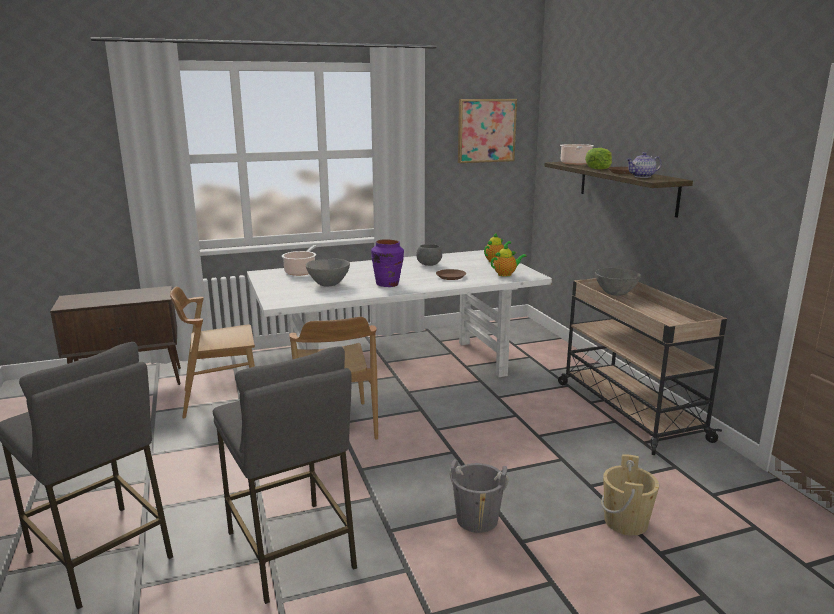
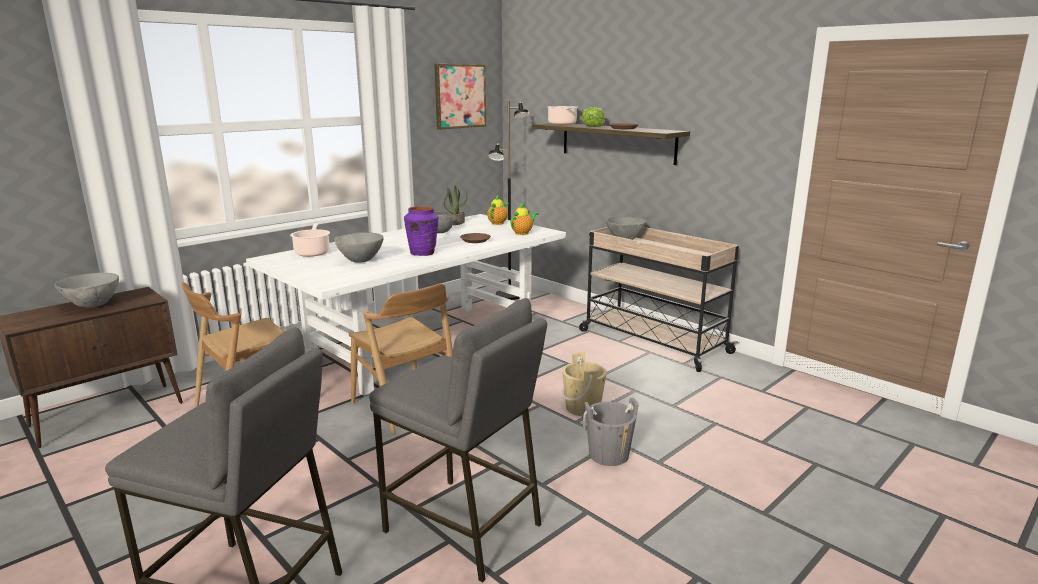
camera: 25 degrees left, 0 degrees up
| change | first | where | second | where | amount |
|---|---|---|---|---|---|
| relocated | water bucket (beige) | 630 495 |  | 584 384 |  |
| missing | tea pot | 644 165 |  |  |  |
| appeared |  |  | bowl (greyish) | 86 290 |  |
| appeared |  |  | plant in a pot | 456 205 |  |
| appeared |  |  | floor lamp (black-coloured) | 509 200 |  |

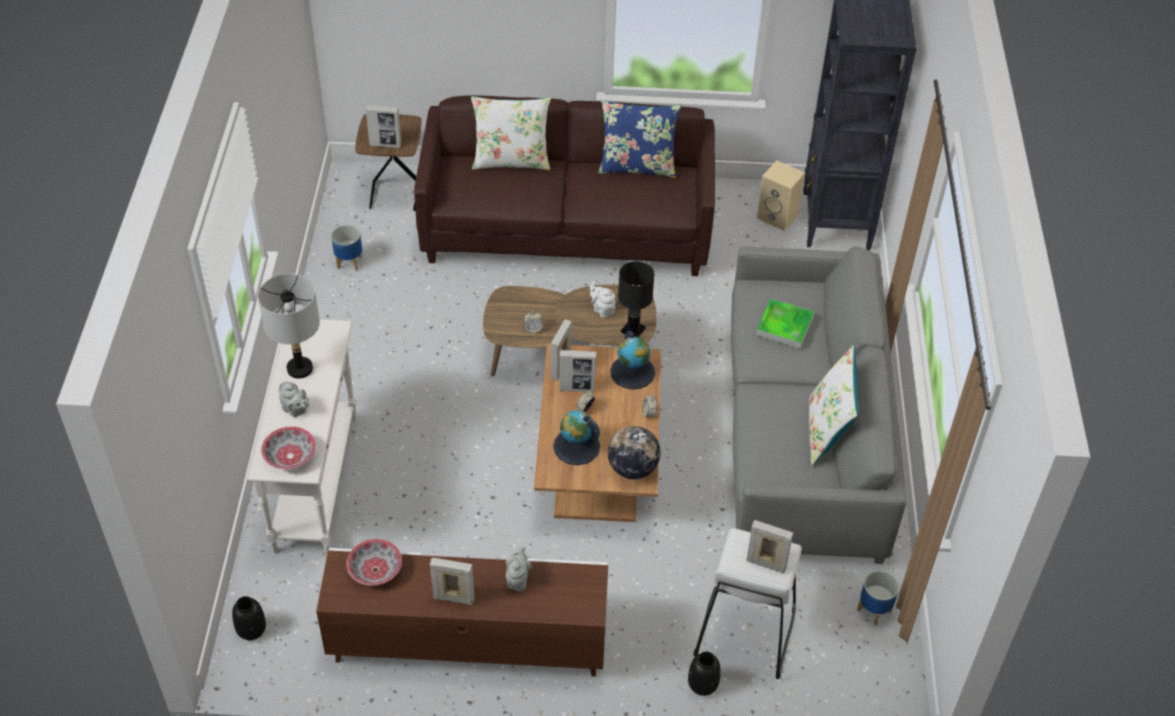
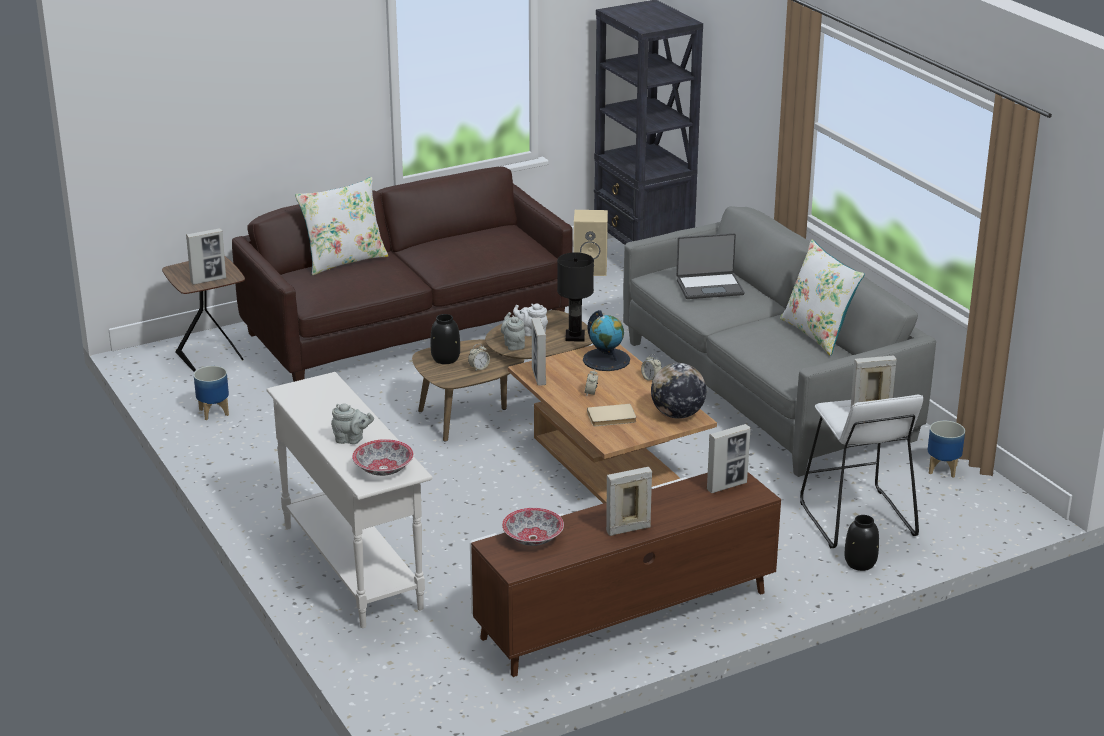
camera: 30 degrees left, 20 degrees down
| change | first | where | second | where | amount |
|---|---|---|---|---|---|
| relocated | vase (black-coloured) | 249 618 |  | 445 339 |  |
| missing | tabletop lamp (greyish) | 289 326 |  |  |  |
| relocated | tea pot (greyish) | 519 569 |  | 513 331 |  |
| exchanged | globe | 576 437 | bound book (beige) | 611 415 |  |
| relocated | photo frame | 577 371 |  | 729 458 |  |
| missing | throw pillow (blue-coloured) | 639 139 |  |  |  |
| exchanged | carrying tray | 785 324 | portable computer | 710 266 |  |

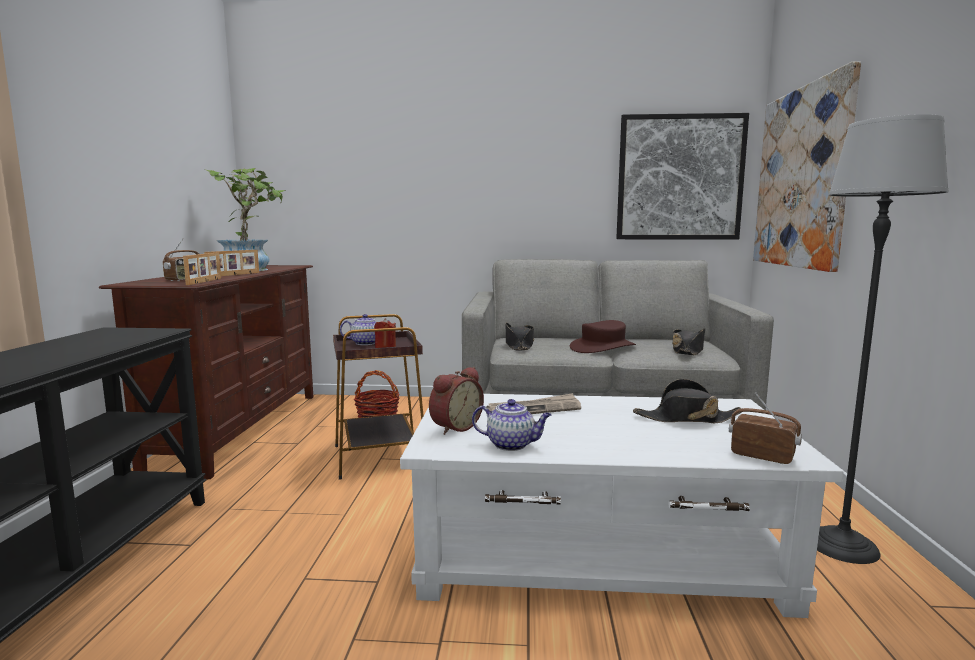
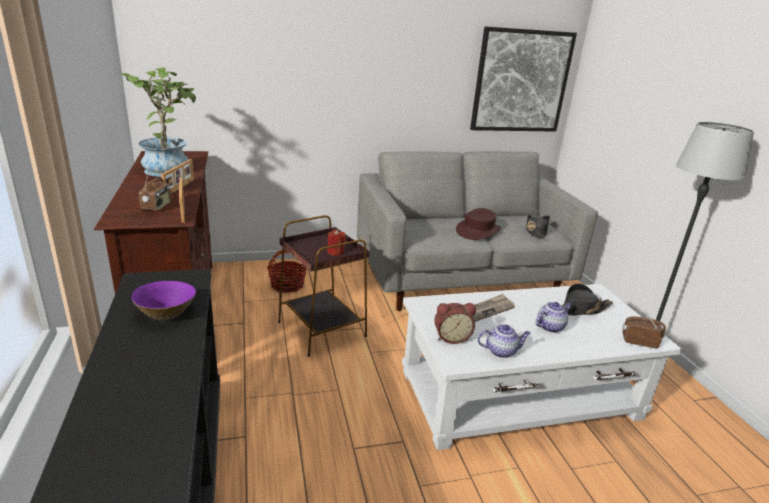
camera: 20 degrees left, 15 degrees up
| change | first | where | second | where | amount |
|---|---|---|---|---|---|
| relocated | tea pot | 364 329 |  | 554 317 |  |
| spun | table clock | 456 401 |  | 455 323 | 60 degrees clockwise |
| missing | hat (black-coloured) | 519 336 |  |  |  |
| missing | wall art | 807 167 |  |  |  |
| appeared |  |  | bowl (purple) | 164 301 |  |

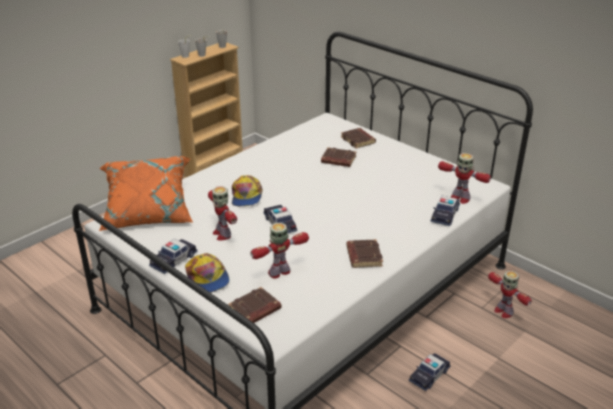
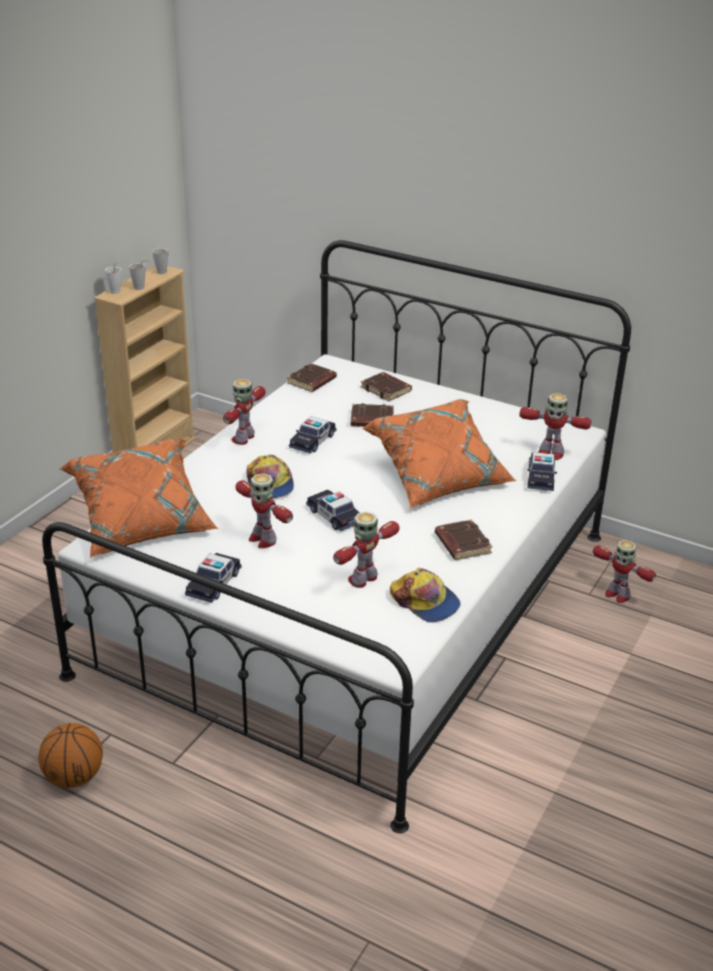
camera: 15 degrees left, 0 degrees up
| change | first | where | second | where | amount |
|---|---|---|---|---|---|
| relocated | baseball cap | 207 273 |  | 425 595 |  |
| relocated | bound book (brownish) | 255 305 |  | 312 377 |  |
| relocated | toy car | 430 372 |  | 313 435 |  |
| appeared |  |  | basketball | 70 755 |  |
| appeared |  |  | robot figure | 244 412 |  |
| appeared |  |  | throw pillow (orange) | 439 453 |  |

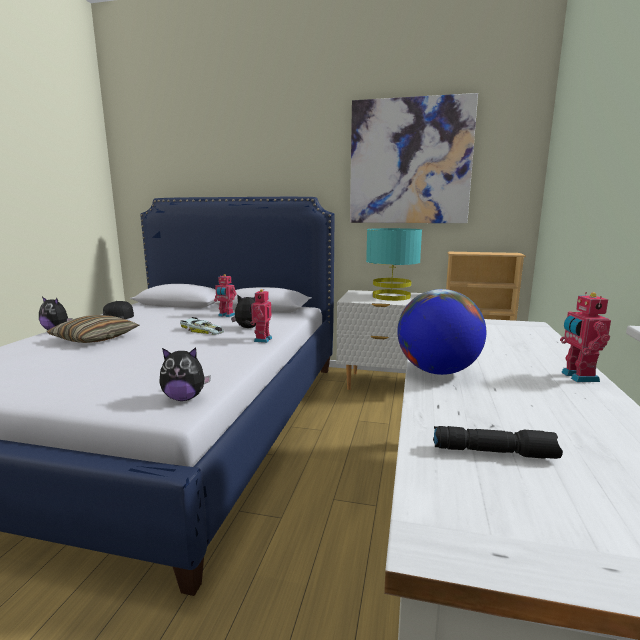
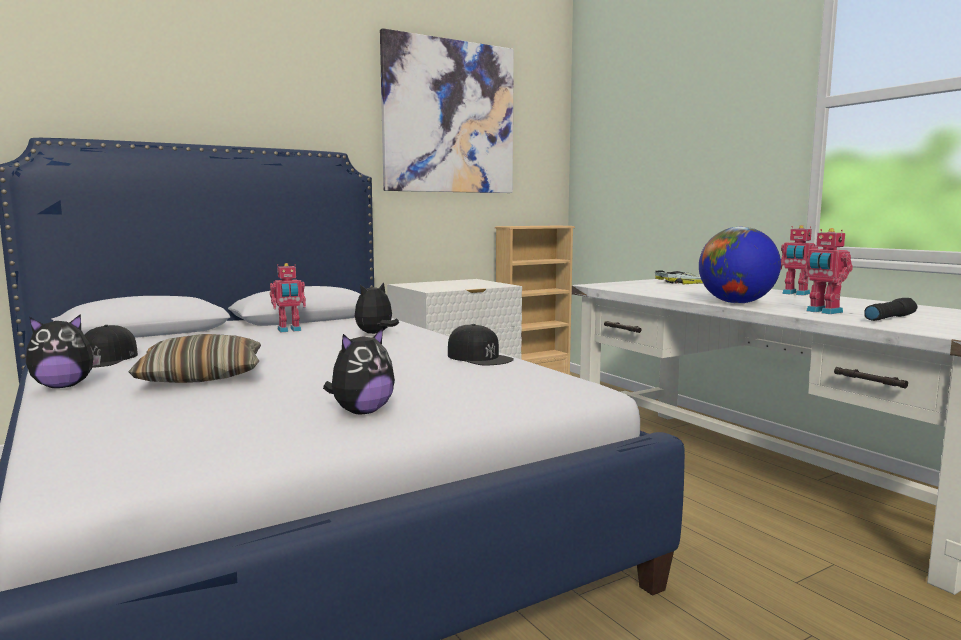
camera: 45 degrees left, 5 degrees down
| change | first | where | second | where | amount |
|---|---|---|---|---|---|
| relocated | soft toy | 185 374 |  | 359 371 |  |
| relocated | toy car | 202 326 |  | 679 277 |  |
| relocated | robot figure | 260 316 |  | 827 271 |  |
| missing | tabletop lamp (turquoise) | 394 264 |  |  |  |
| appeared |  |  | baseball cap (black-coloured) | 481 345 |  |

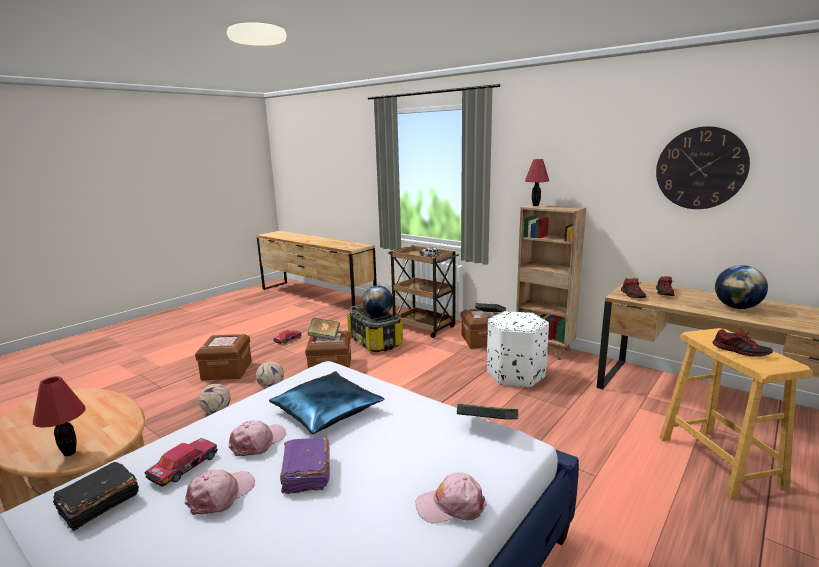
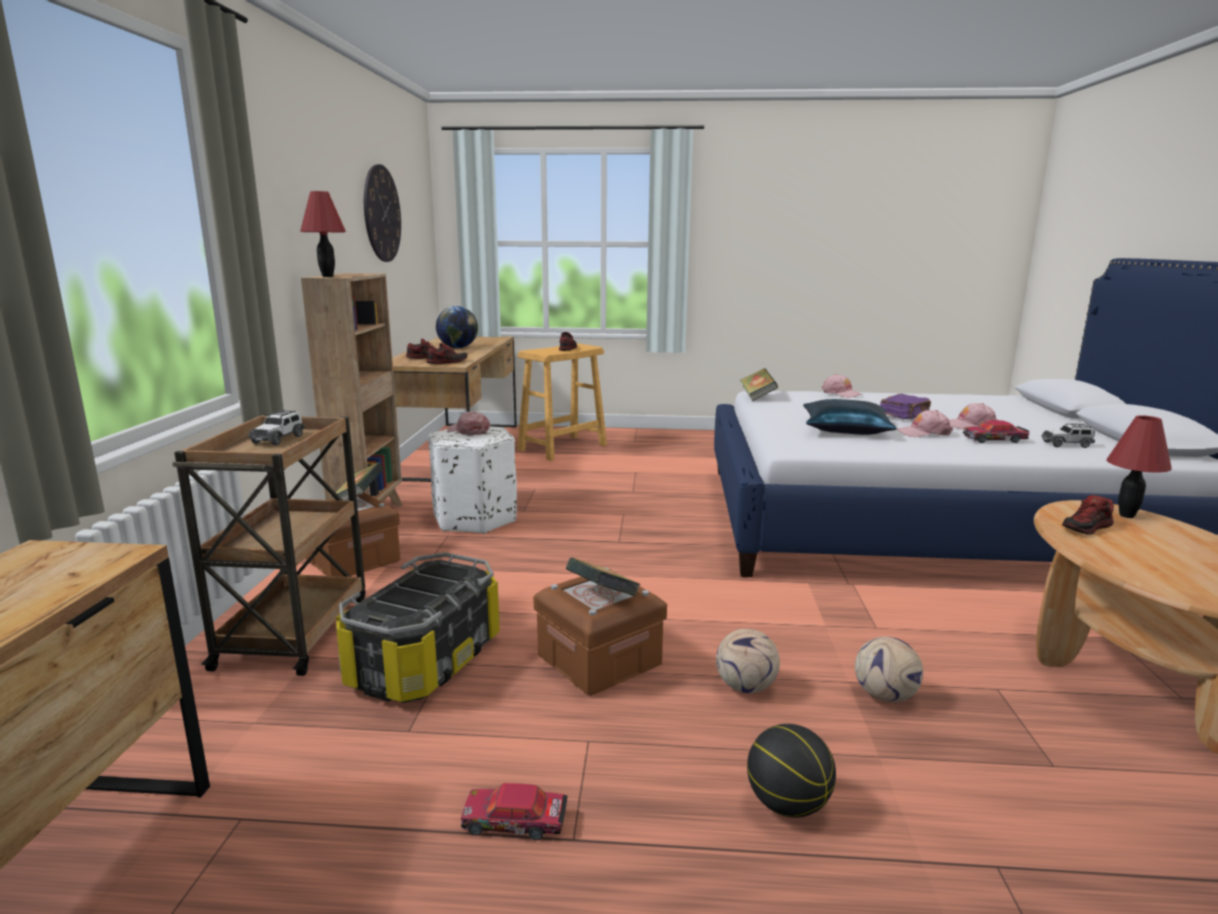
camera: 125 degrees left, 0 degrees up
| change | first | where | second | where | amount |
|---|---|---|---|---|---|
| exchanged | bound book (black-coloured) | 95 496 | toy car | 1068 436 |  |
| exchanged | storage bin (brownish) | 223 357 | basketball | 791 771 |  |
| missing | globe | 377 301 |  |  |  |
| appeared |  |  | baseball cap (pinkish) | 468 423 |  |
| appeared |  |  | shoe | 1088 515 |  |

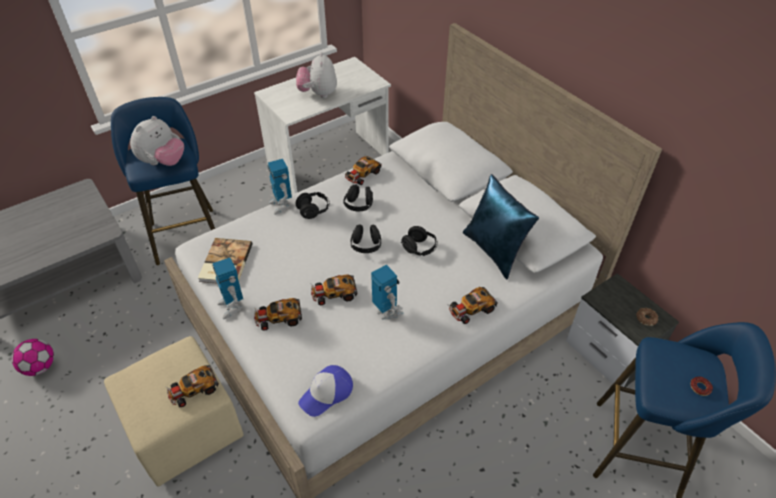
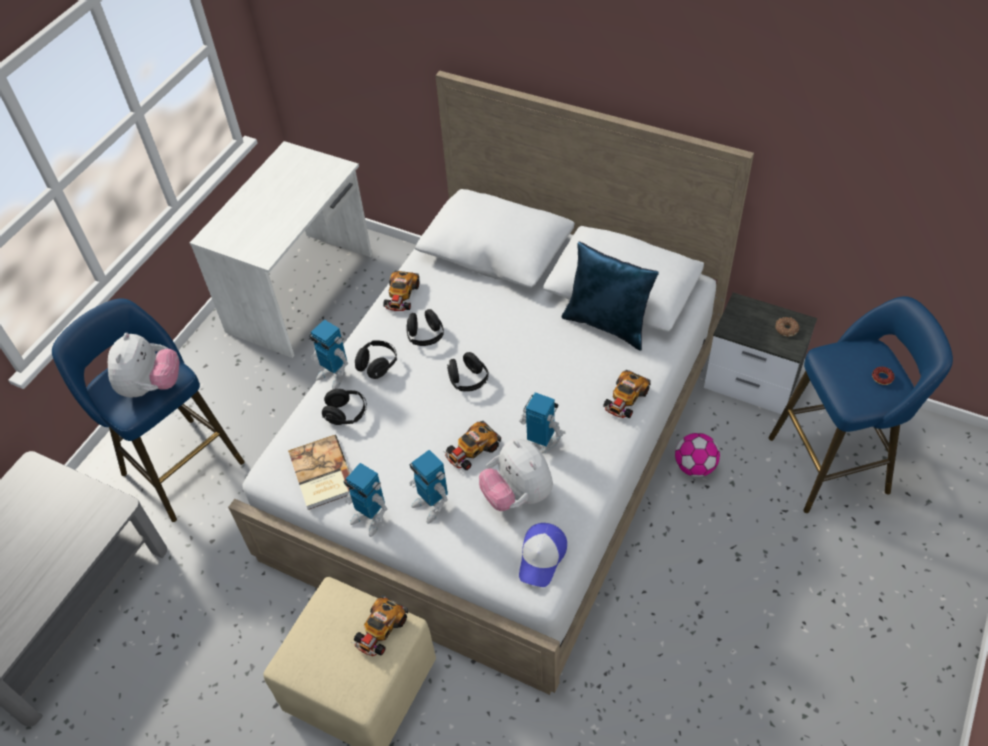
camera: 25 degrees left, 5 degrees up
| change | first | where | second | where | amount |
|---|---|---|---|---|---|
| relocated | football ball | 33 357 |  | 697 455 |  |
| exchanged | toy car | 278 314 | robot figure | 429 487 |  |
| relocated | soft toy | 316 75 |  | 516 475 |  |
| relocated | pair of headphones (black-coloured) | 419 241 |  | 344 407 |  |

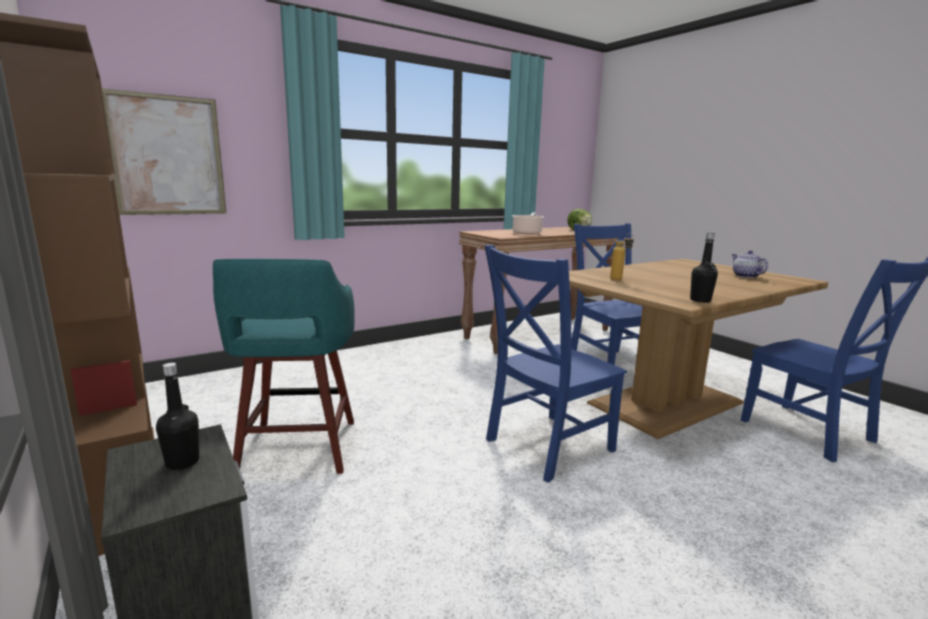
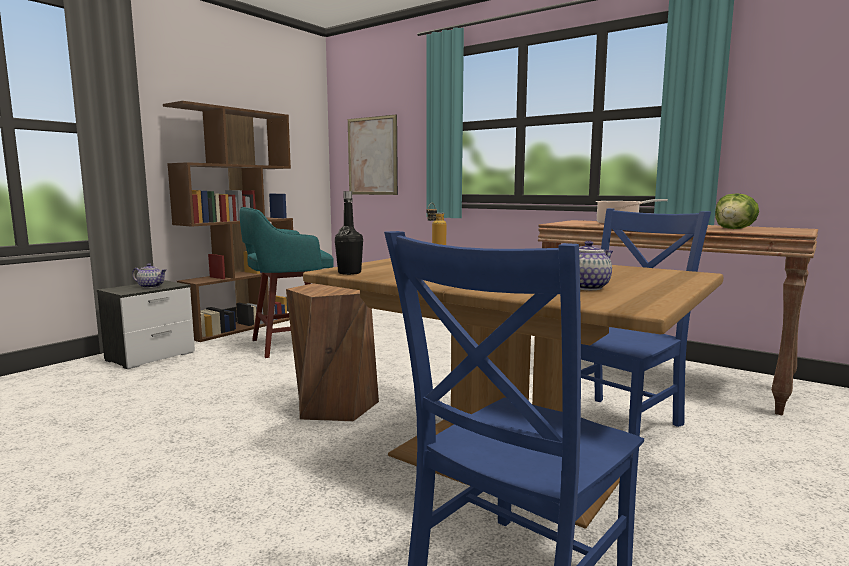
camera: 70 degrees right, 5 degrees down
| change | first | where | second | where | amount |
|---|---|---|---|---|---|
| exchanged | beverage bottle (black-coloured) | 177 416 | tea pot | 149 275 |  |
| exchanged | upright chair (blue-coloured) | 555 364 | stool (brownish) | 332 352 |  |

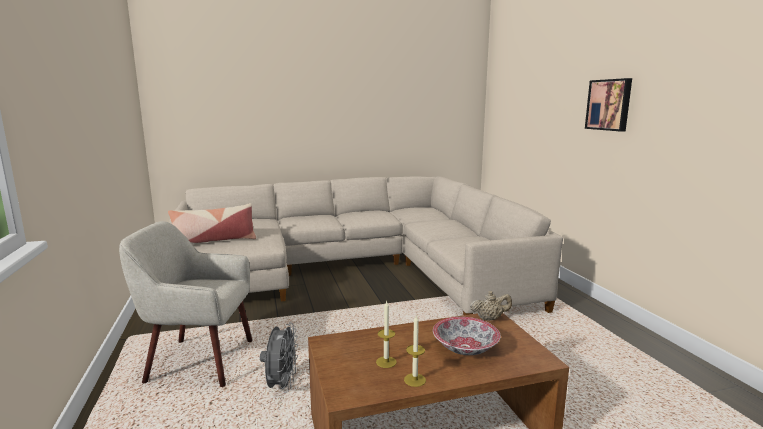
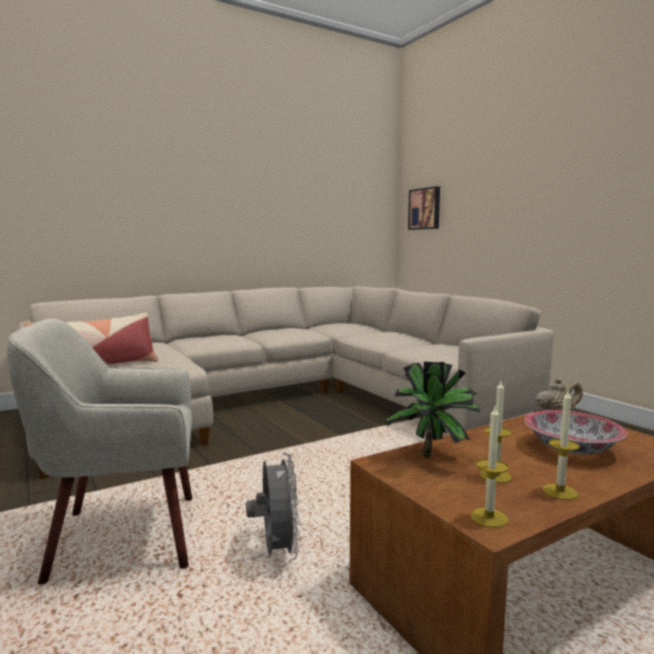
camera: 15 degrees left, 5 degrees down
| change | first | where | second | where | amount |
|---|---|---|---|---|---|
| relocated | wall art | 608 104 |  | 424 208 |  |
| appeared |  |  | plant in a pot | 432 410 |  |
| appeared |  |  | wax candle | 489 466 |  |

